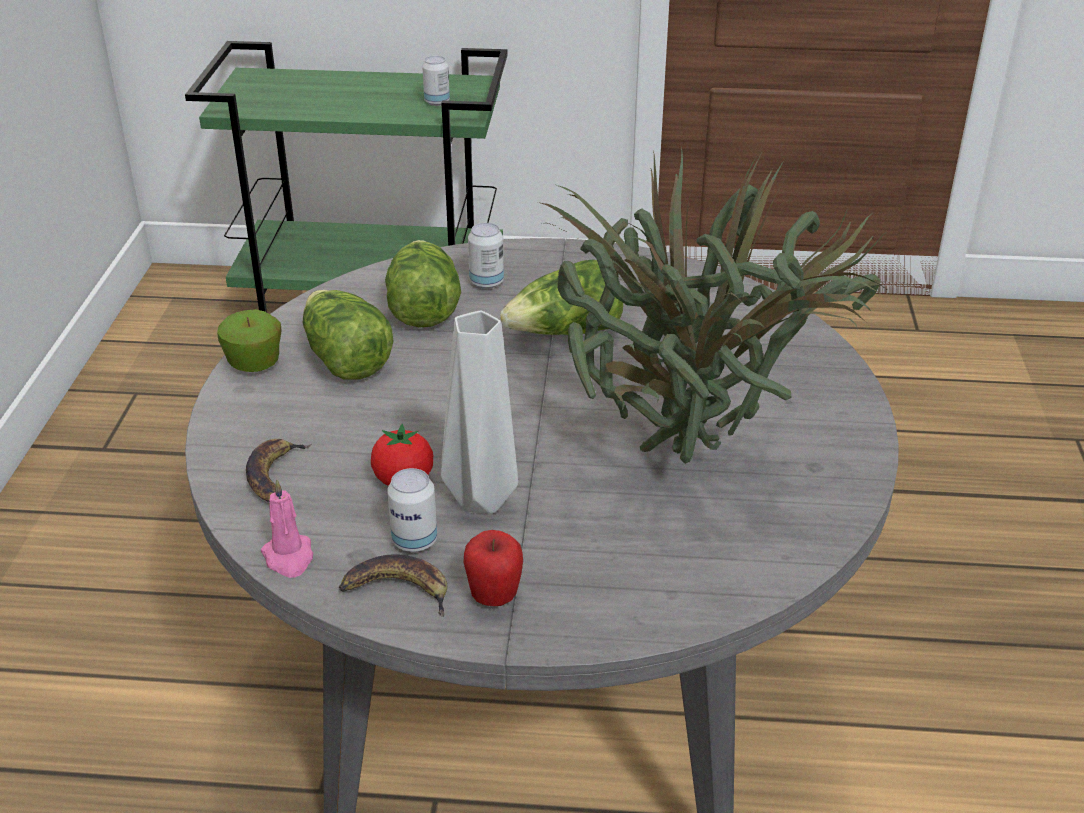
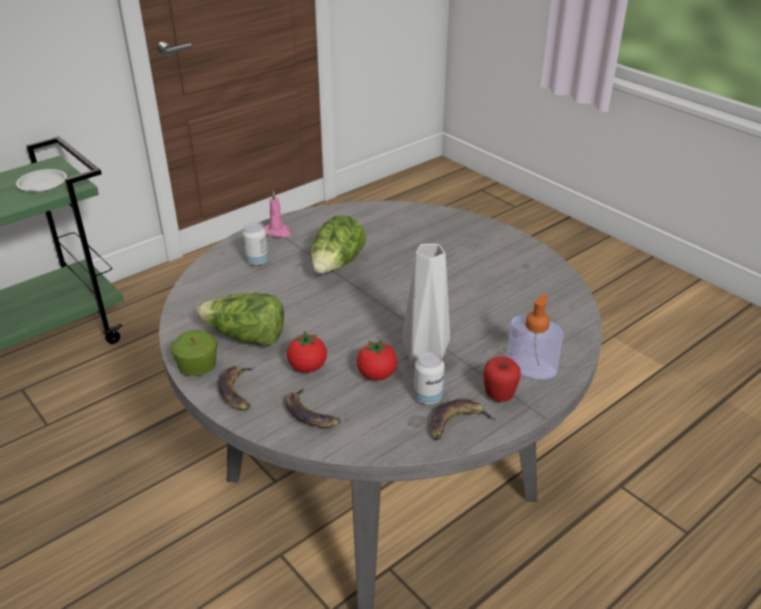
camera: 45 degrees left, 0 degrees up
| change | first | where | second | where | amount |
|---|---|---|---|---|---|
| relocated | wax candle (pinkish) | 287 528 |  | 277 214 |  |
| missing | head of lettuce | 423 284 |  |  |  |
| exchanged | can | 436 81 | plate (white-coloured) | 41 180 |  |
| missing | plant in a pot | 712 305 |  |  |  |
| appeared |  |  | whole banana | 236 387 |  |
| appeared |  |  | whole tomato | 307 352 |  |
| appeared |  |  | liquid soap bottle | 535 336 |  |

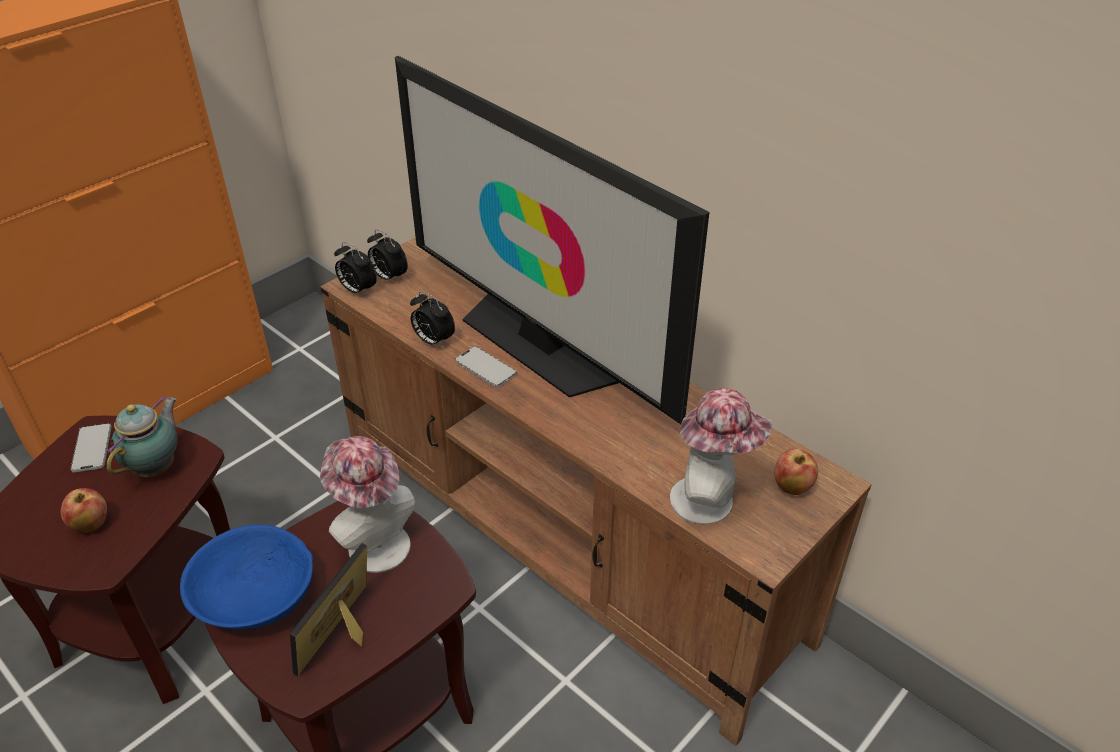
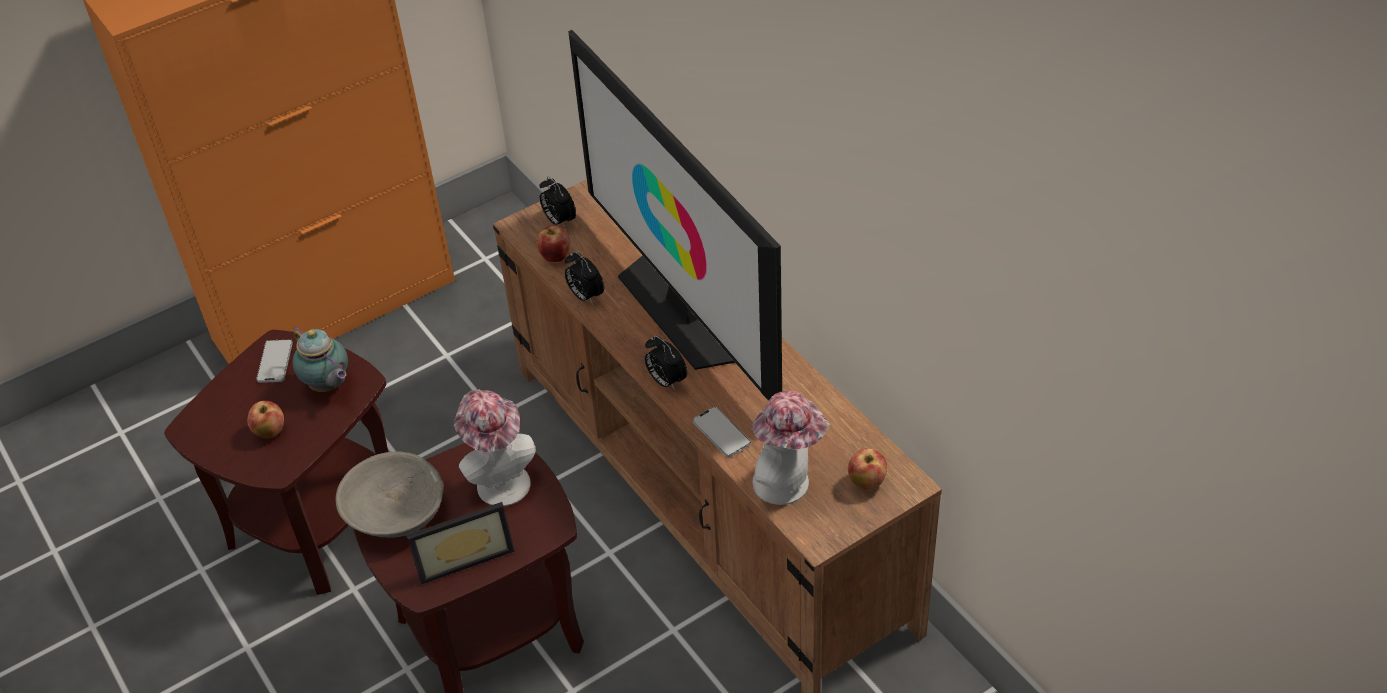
camera: 15 degrees right, 5 degrees up
| change | first | where | second | where | amount |
|---|---|---|---|---|---|
| spun | tea pot | 142 436 |  | 320 359 | 105 degrees clockwise |
| colour | bowl (blue-coloured) | 246 576 | bowl (greyish) | 390 494 |  |
| spun | photo frame | 328 609 |  | 460 543 | 150 degrees counterclockwise |
| relocated | table clock | 355 269 |  | 666 363 |  |
| relocated | phone | 486 367 |  | 721 432 |  |
| appeared |  |  | apple | 553 244 |  |

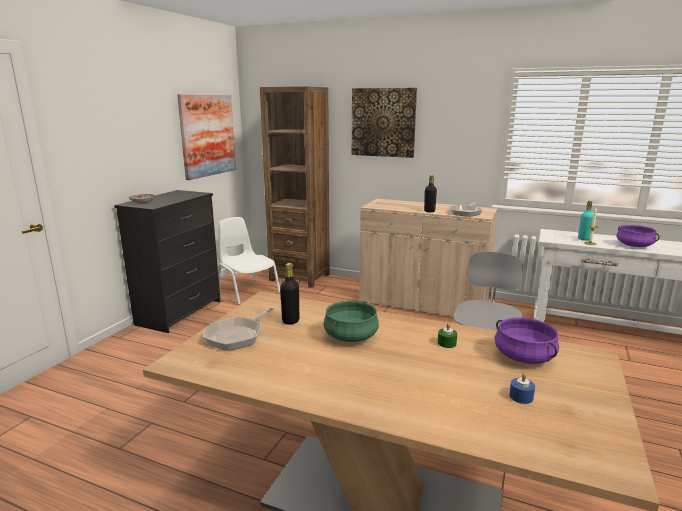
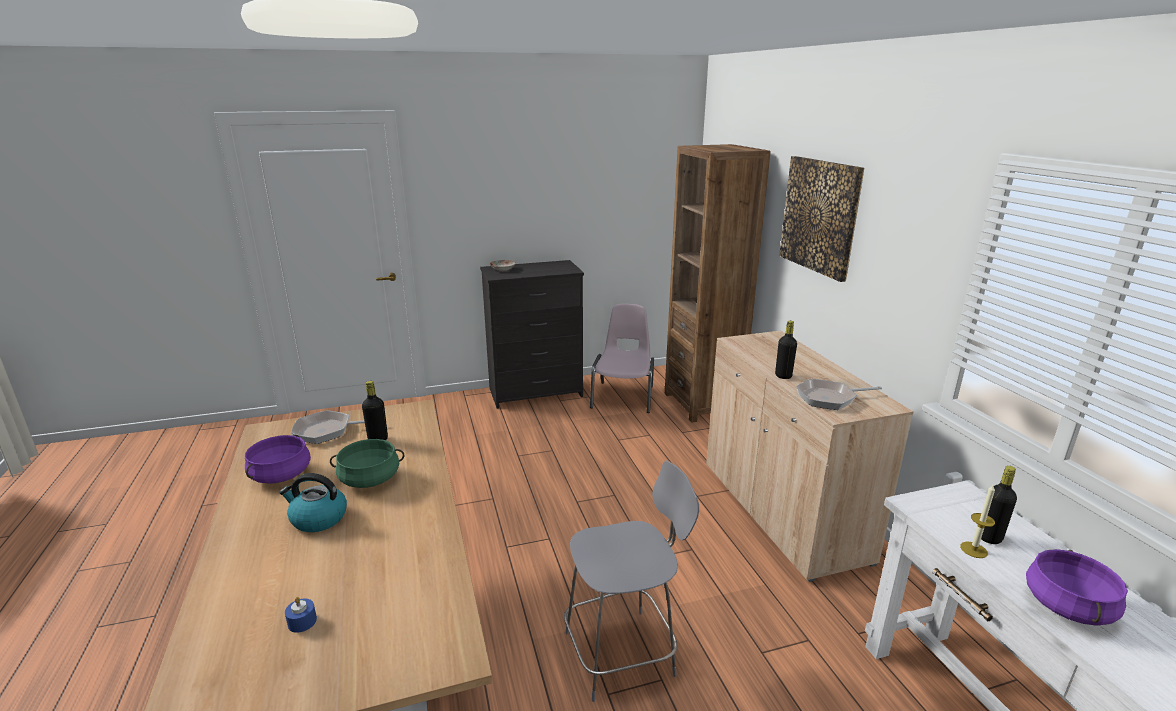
camera: 50 degrees right, 5 degrees up
| change | first | where | second | where | amount |
|---|---|---|---|---|---|
| missing | wall art | 206 137 |  |  |  |
| colour | upright chair (white-coloured) | 249 261 | upright chair (pinkish) | 622 358 |  |
| missing | wax candle (green) | 447 335 |  |  |  |
| relocated | saucepot (purple) | 527 340 |  | 278 459 |  |
| colour | beverage bottle (turquoise) | 586 221 | beverage bottle (black-coloured) | 999 505 |  |
| appeared |  |  | tea kettle | 313 502 |  |

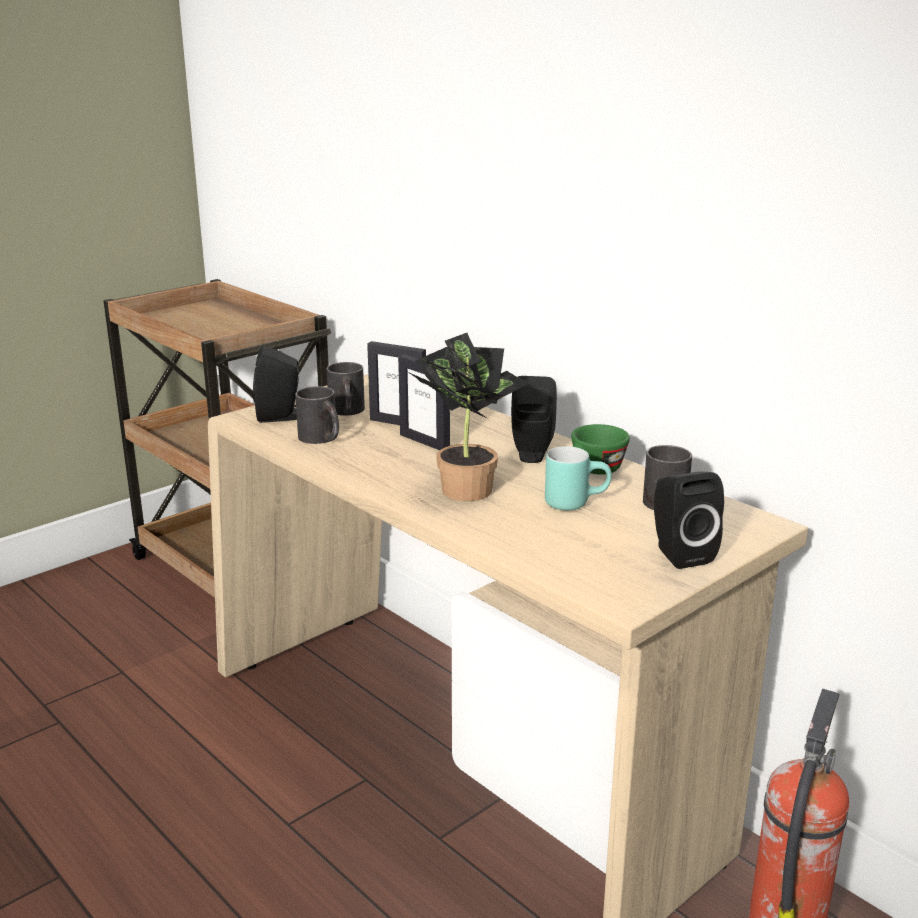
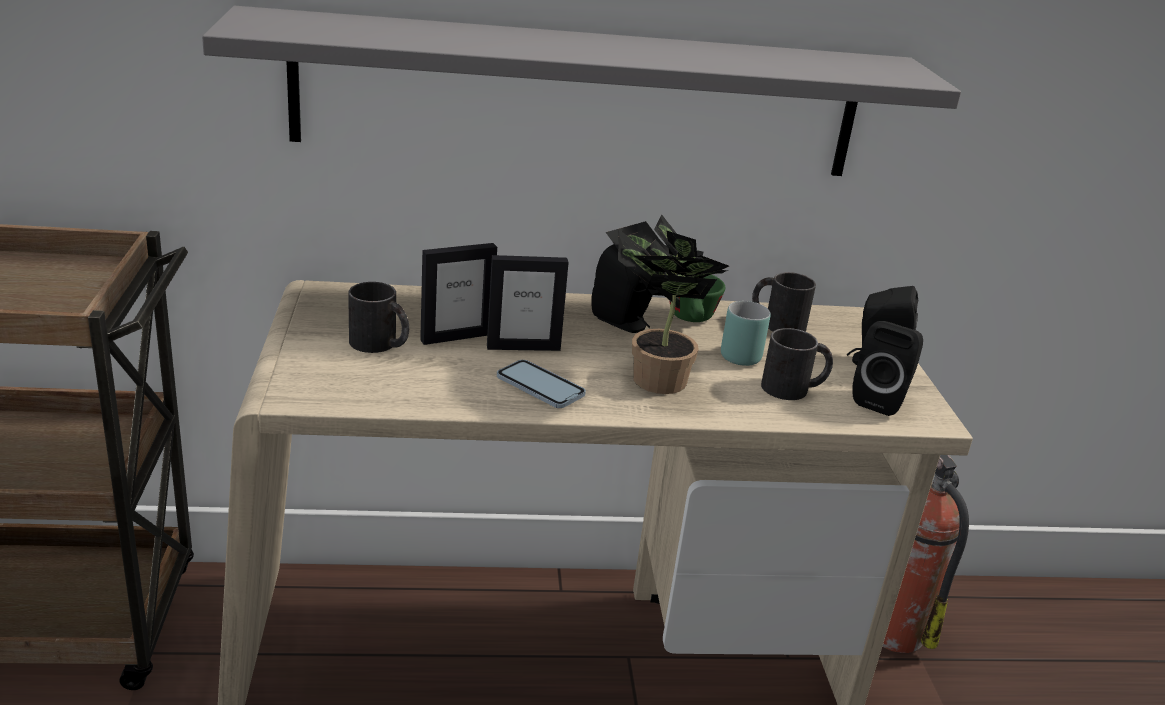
camera: 55 degrees left, 5 degrees up
| change | first | where | second | where | amount |
|---|---|---|---|---|---|
| relocated | audio speaker (black-coloured) | 276 384 |  | 887 368 |  |
| relocated | mug (black-coloured) | 317 415 |  | 797 364 |  |
| appeared |  |  | wall shelf (greyish) | 581 91 |  |
| appeared |  |  | phone | 541 384 |  |

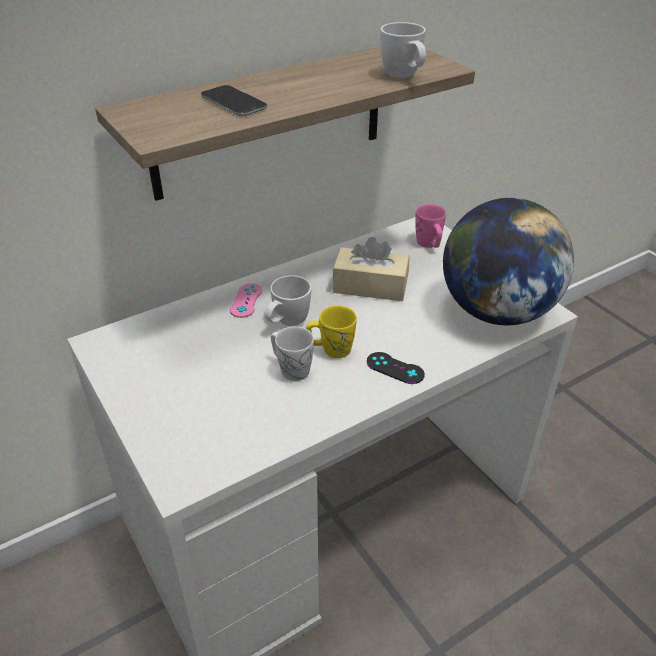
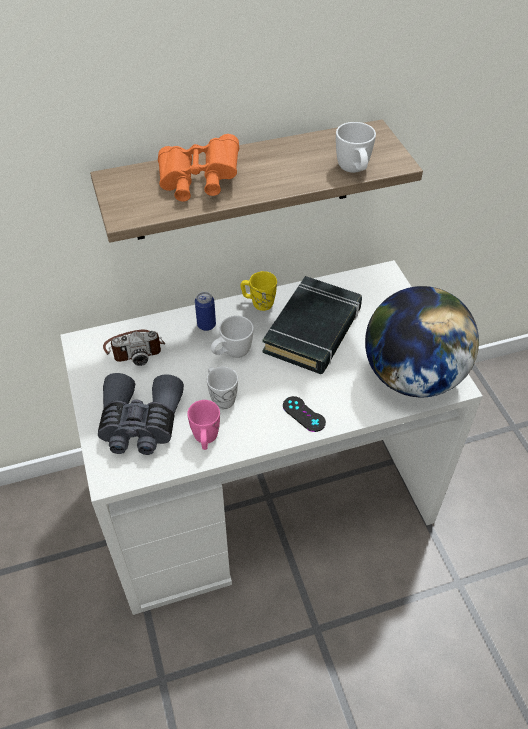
camera: 15 degrees right, 10 degrees up
| change | first | where | second | where | amount |
|---|---|---|---|---|---|
| exchanged | phone | 234 100 | binoculars (orange) | 198 168 |  |
| exchanged | gamepad (pinkish) | 246 300 | can | 205 311 |  |
| relocated | mug (yellow) | 331 332 |  | 258 291 |  |
| exchanged | box of tissues (beige) | 371 269 | bound book (black-coloured) | 312 325 |  |
| relocated | mug (pinkish) | 430 226 |  | 203 425 |  |
| appeared |  |  | binoculars (greyish) | 141 414 |  |
| appeared |  |  | still camera | 134 348 |  |

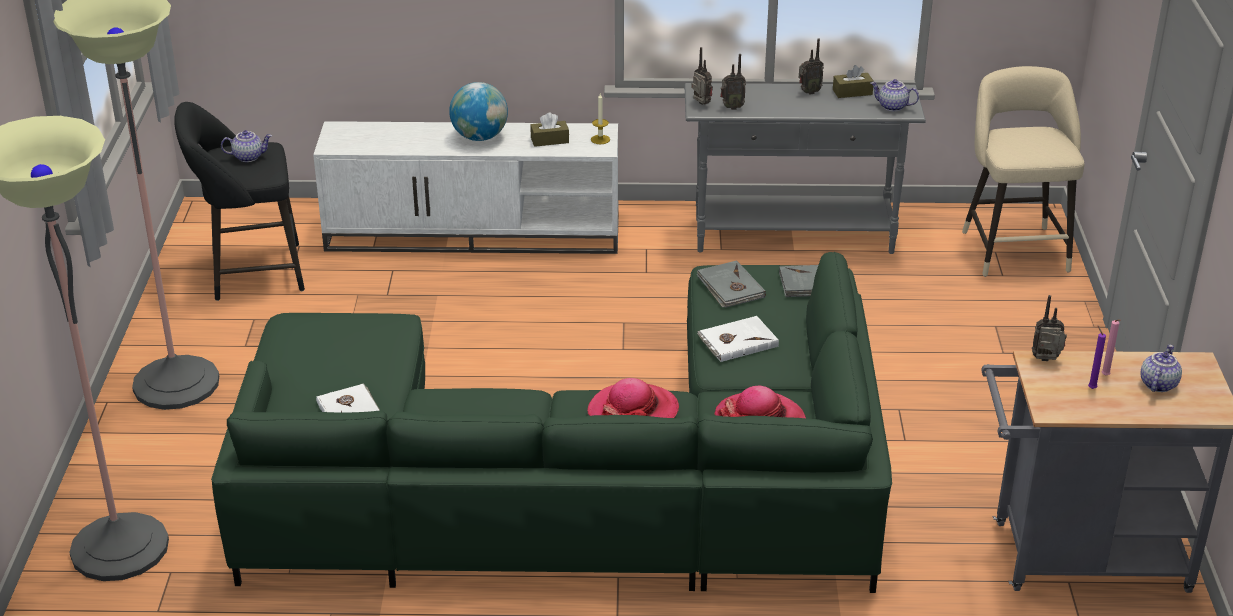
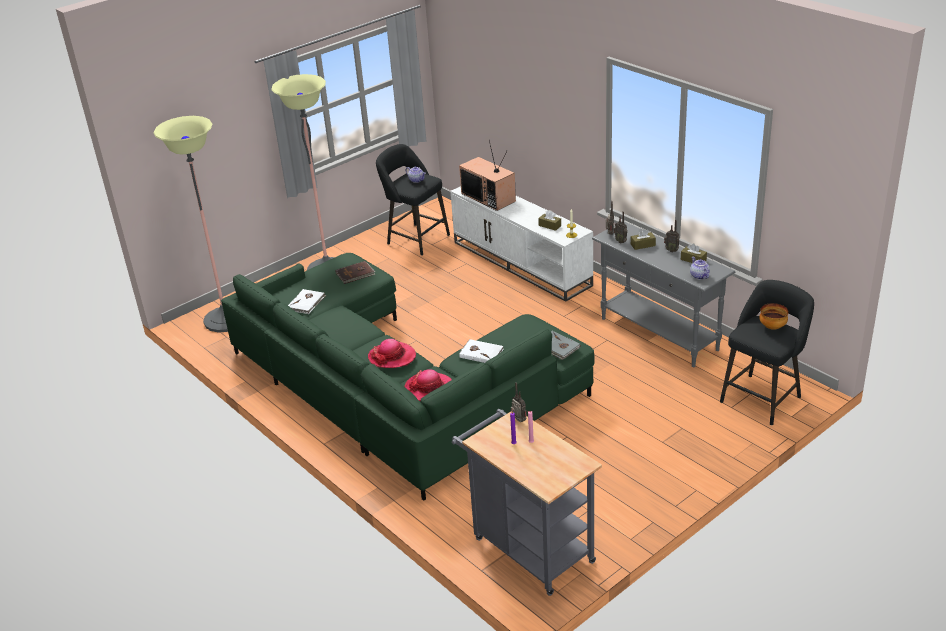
camera: 50 degrees right, 0 degrees up
| change | first | where | second | where | amount |
|---|---|---|---|---|---|
| missing | globe | 478 111 |  |  |  |
| missing | bound book (greyish) | 731 284 |  |  |  |
| colour | stool (beige) | 1023 171 | stool (black-coloured) | 767 352 |  |
| missing | tea pot | 1161 368 |  |  |  |
| appeared |  |  | bound book (brownish) | 355 272 |  |
| appeared |  |  | TV set | 487 175 |  |
| appeared |  |  | box of tissues (brownish) | 643 239 |  |
| appeared |  |  | bowl | 773 316 |  |

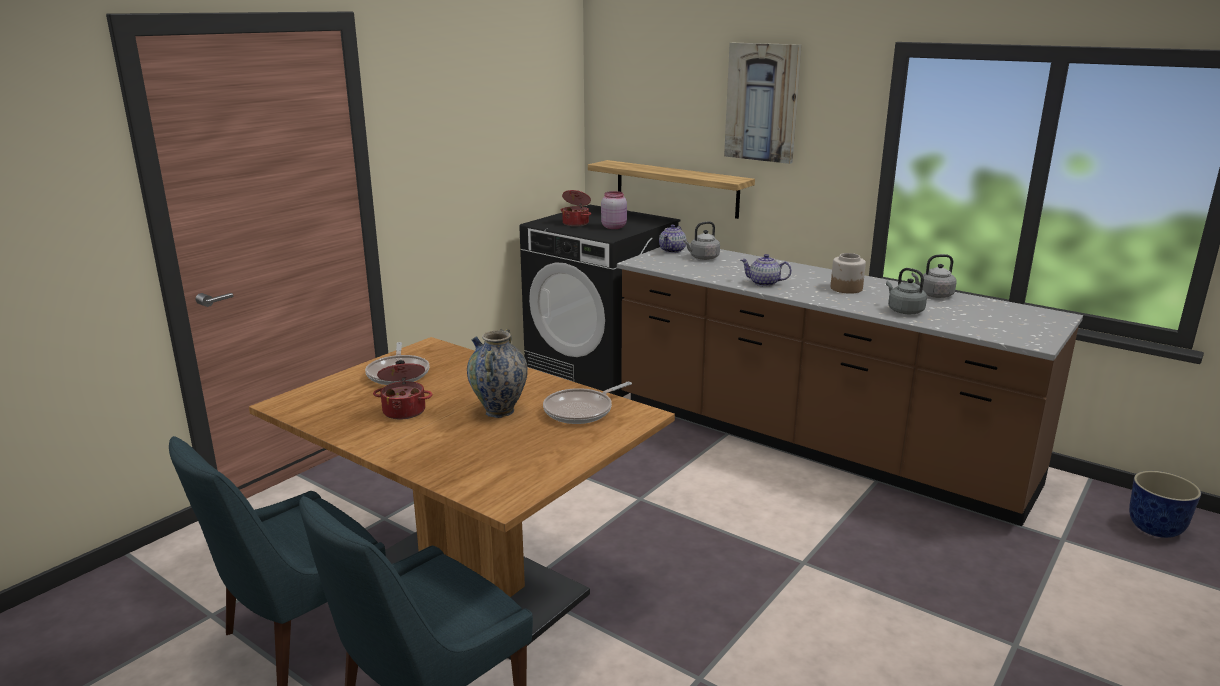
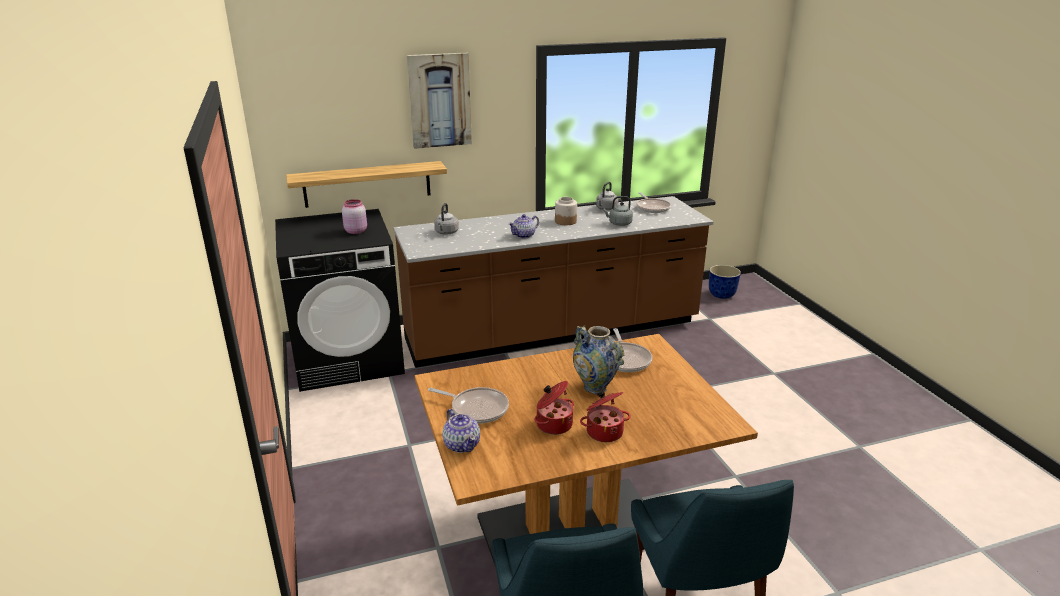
camera: 55 degrees left, 5 degrees up
| change | first | where | second | where | amount |
|---|---|---|---|---|---|
| relocated | saucepot | 576 208 |  | 605 416 |  |
| relocated | tea pot | 672 239 |  | 461 431 |  |
| appeared |  |  | pan | 653 202 |  |

